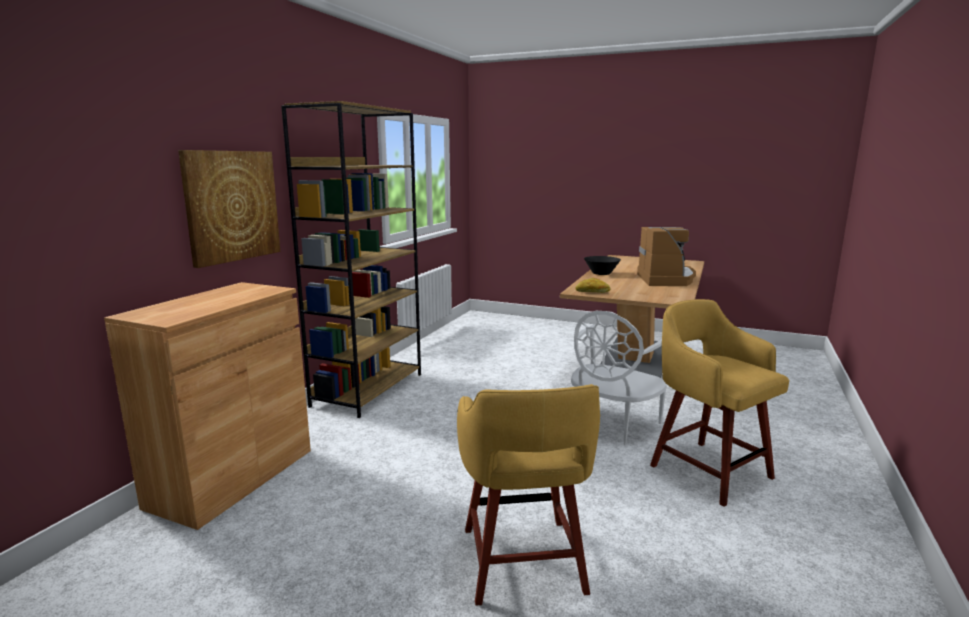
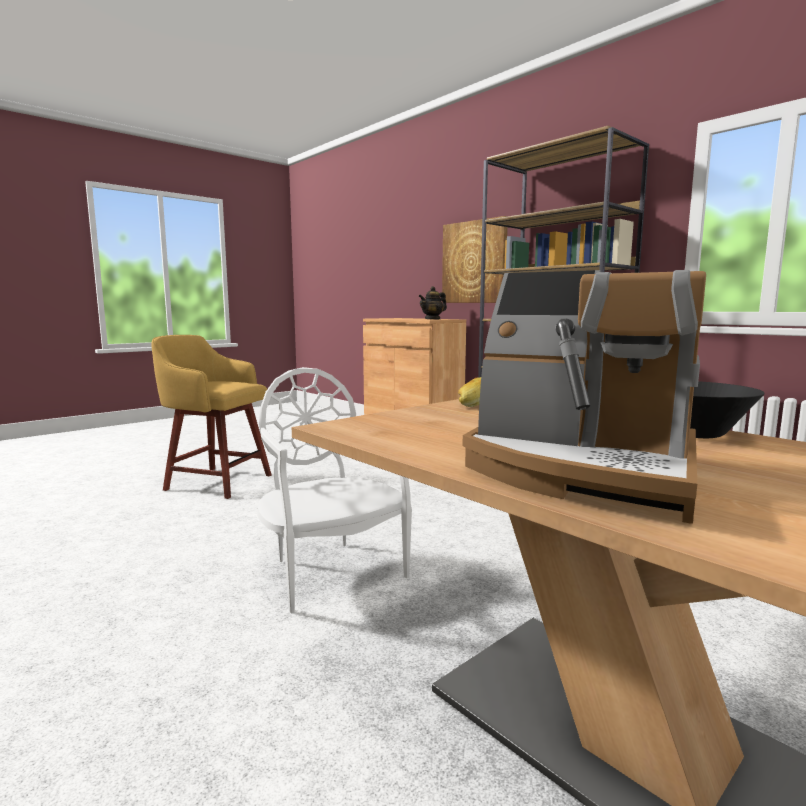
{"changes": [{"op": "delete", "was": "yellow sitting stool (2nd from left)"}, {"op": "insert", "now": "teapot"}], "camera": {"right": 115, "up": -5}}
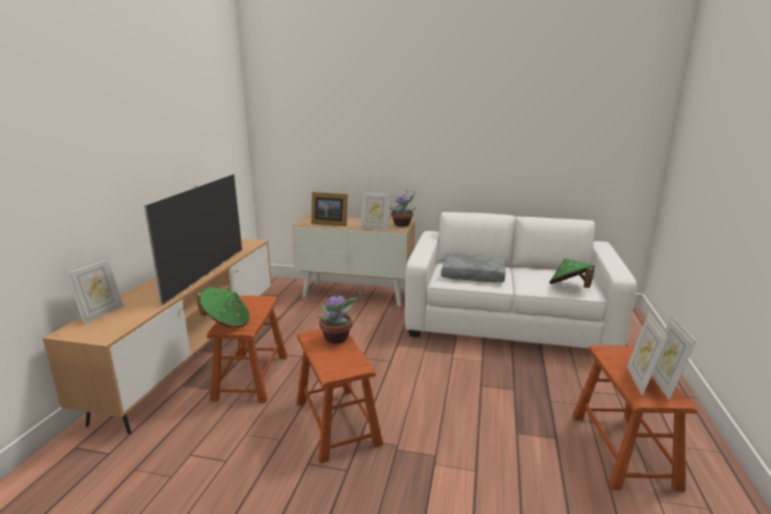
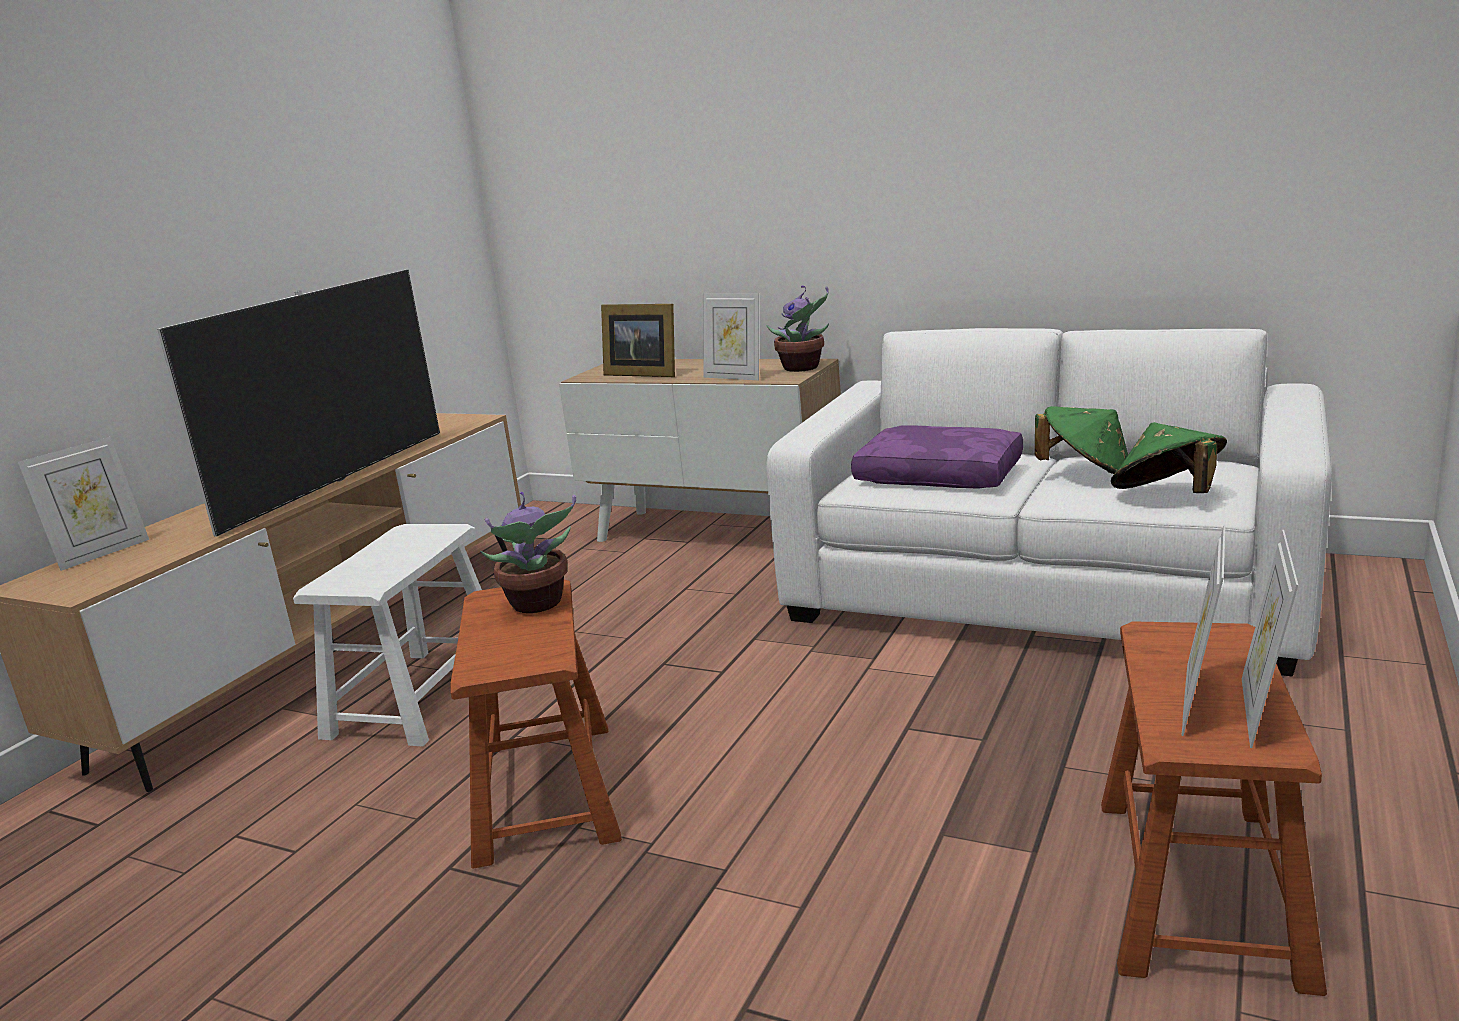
{"changes": [{"op": "recolor", "was": "grey pillow", "now": "purplish pillow"}, {"op": "move", "was": "green wearable hat (1st from left)"}, {"op": "recolor", "was": "brown sitting stool (1st from left)", "now": "whitish sitting stool"}], "camera": {"right": 15, "up": 0}}
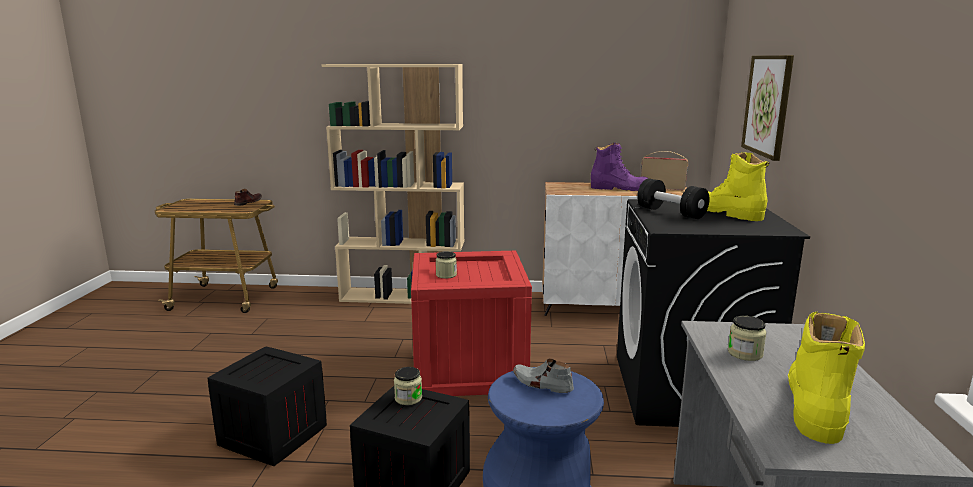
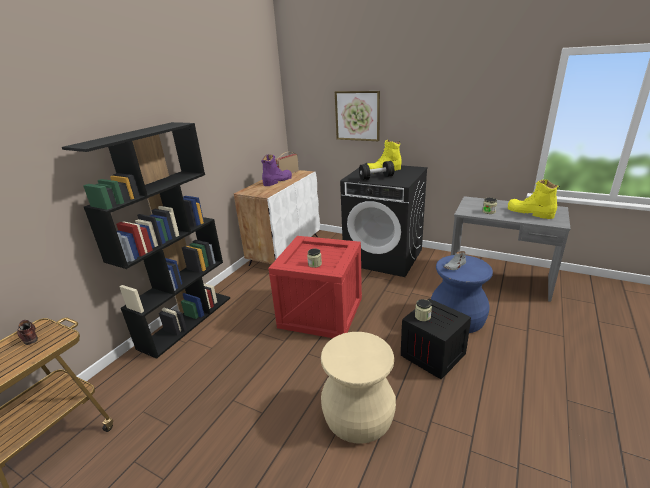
{"changes": [{"op": "recolor", "was": "beige shelving unit", "now": "black shelving unit"}, {"op": "replace", "was": "shipping crate (1st from left)", "now": "beige sitting stool"}], "camera": {"right": -65, "up": 10}}
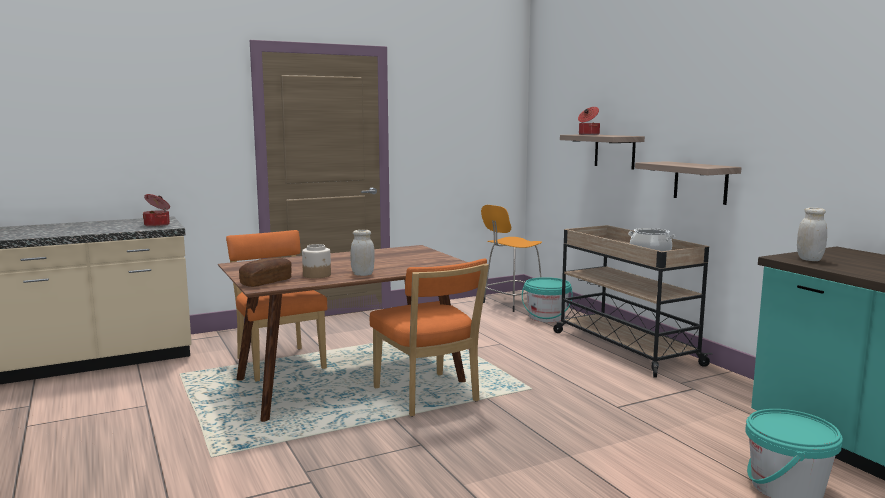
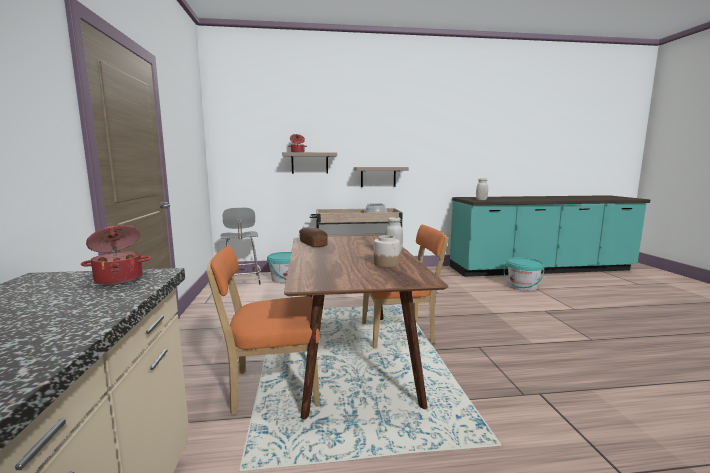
{"changes": [{"op": "recolor", "was": "orangey sitting stool", "now": "grey sitting stool"}, {"op": "move", "was": "bread"}], "camera": {"right": -70, "up": 0}}
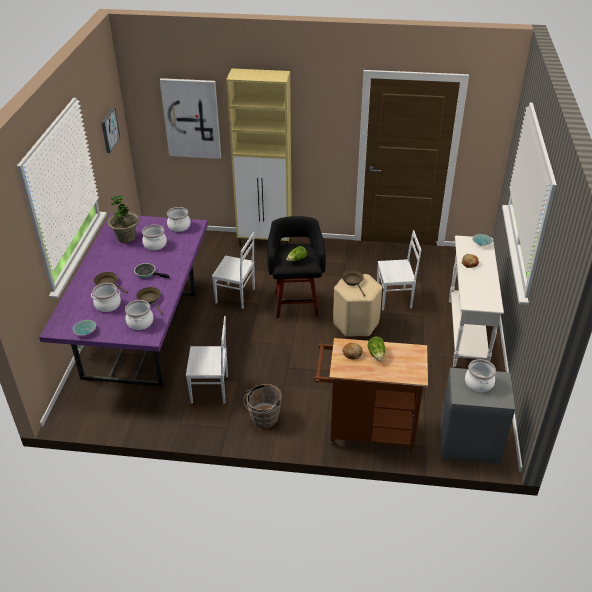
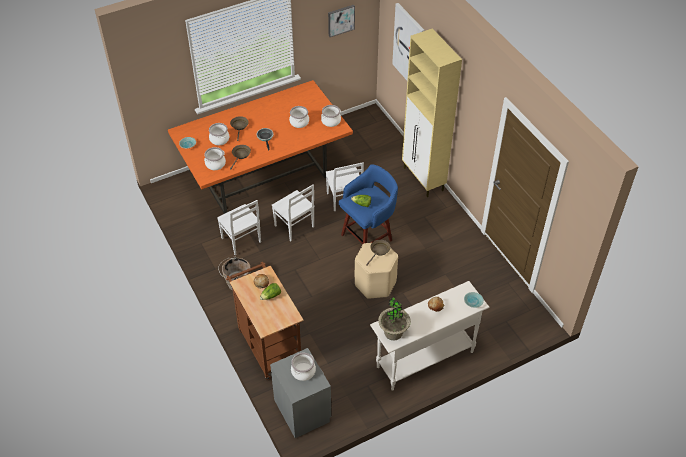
{"changes": [{"op": "move", "was": "plant in a pot"}, {"op": "recolor", "was": "purplish kitchen table", "now": "orangey kitchen table"}, {"op": "recolor", "was": "black sitting stool", "now": "bluish sitting stool"}, {"op": "move", "was": "whitish chair (3rd from left in the first image)", "now": "whitish chair (2nd from left)"}], "camera": {"right": 55, "up": 10}}
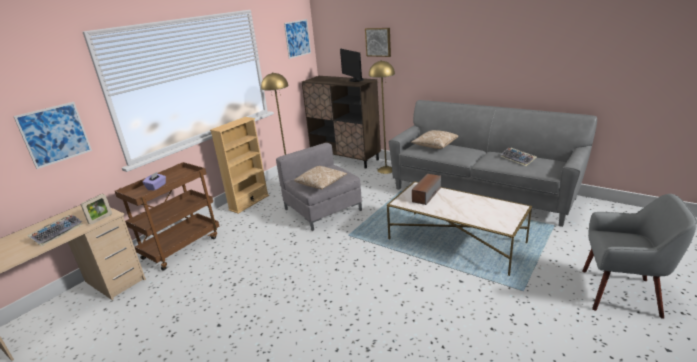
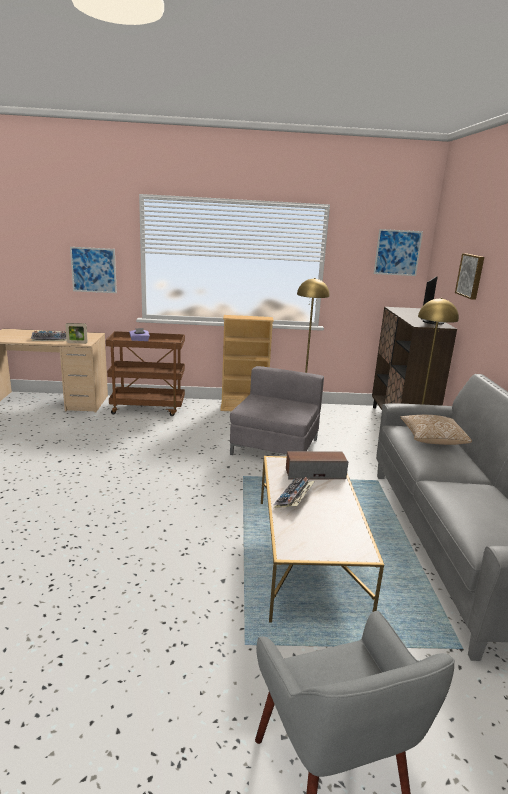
{"changes": [{"op": "move", "was": "computer keyboard (2nd from left)"}, {"op": "delete", "was": "pillow (1st from left)"}], "camera": {"right": 50, "up": -5}}
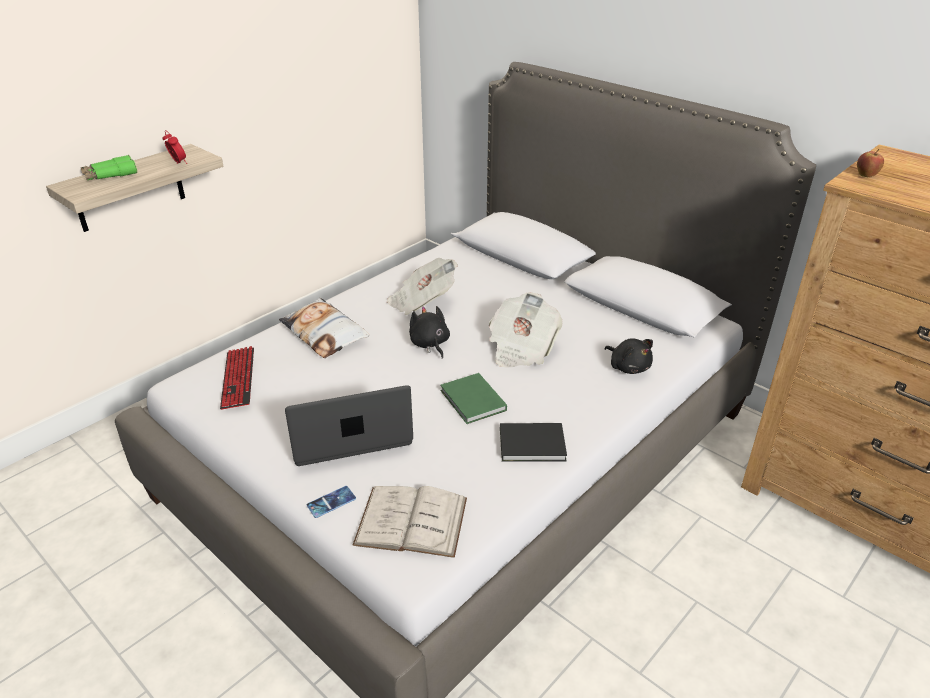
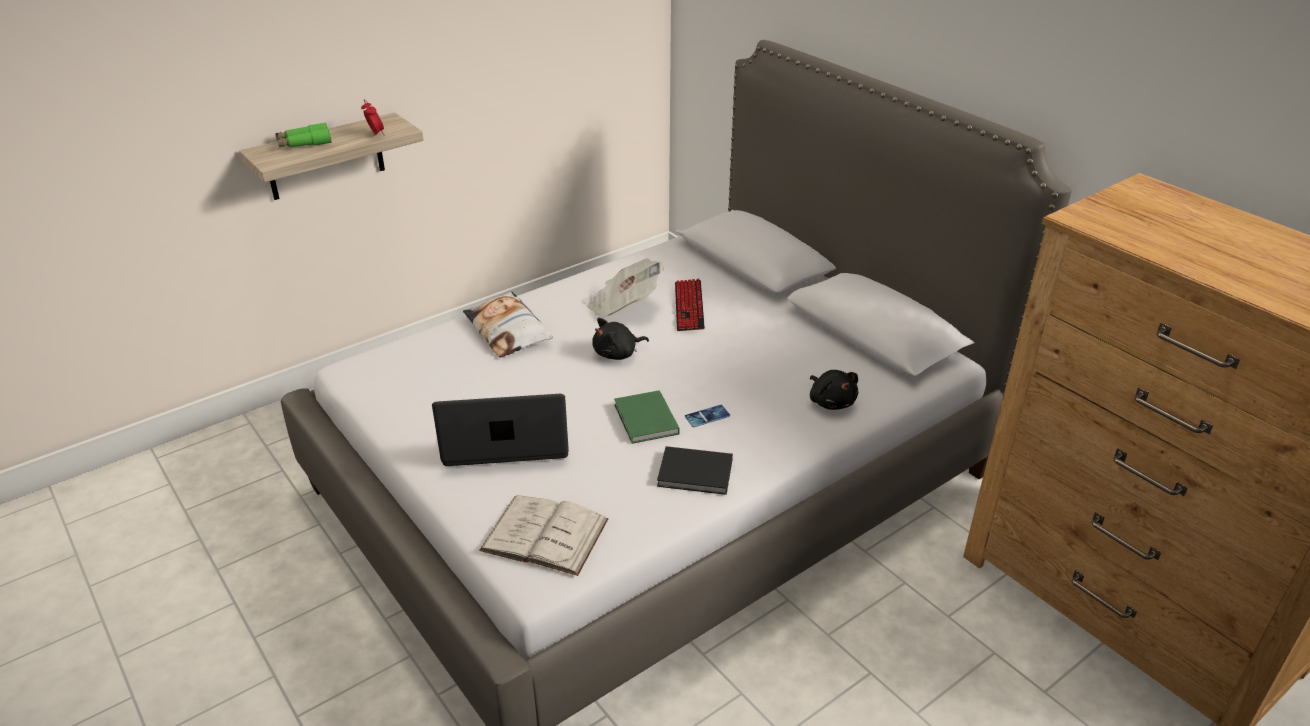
{"changes": [{"op": "delete", "was": "apple"}, {"op": "delete", "was": "newspaper (2nd from left)"}, {"op": "rotate", "was": "black soft toy (1st from left)", "clockwise": -105}, {"op": "move", "was": "computer keyboard"}, {"op": "move", "was": "phone"}], "camera": {"right": 10, "up": 0}}
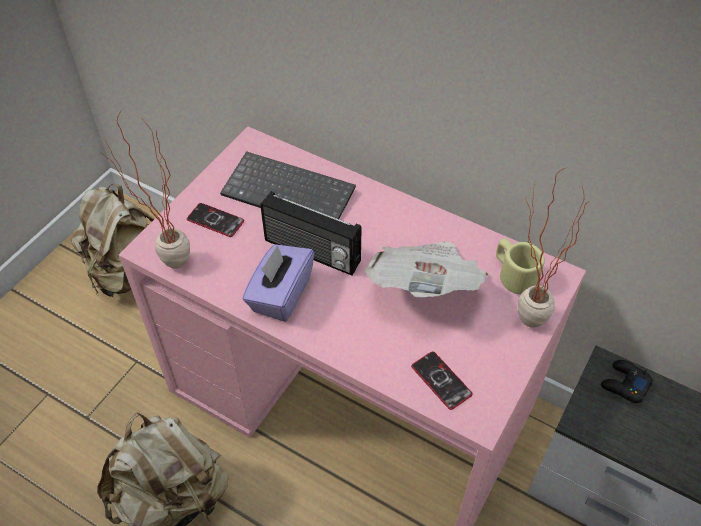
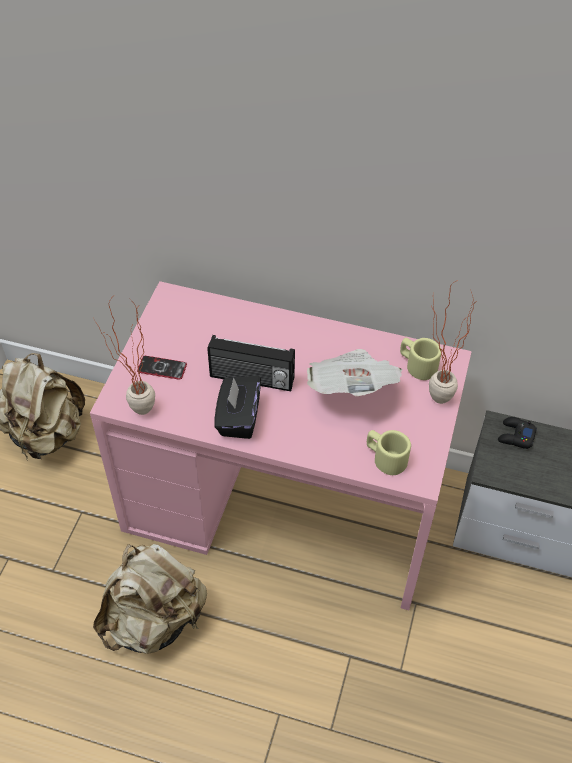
{"changes": [{"op": "delete", "was": "computer keyboard"}, {"op": "recolor", "was": "purplish box of tissues", "now": "black box of tissues"}, {"op": "replace", "was": "phone (2nd from left)", "now": "beige tea mug (1st from left)"}], "camera": {"right": -15, "up": 0}}
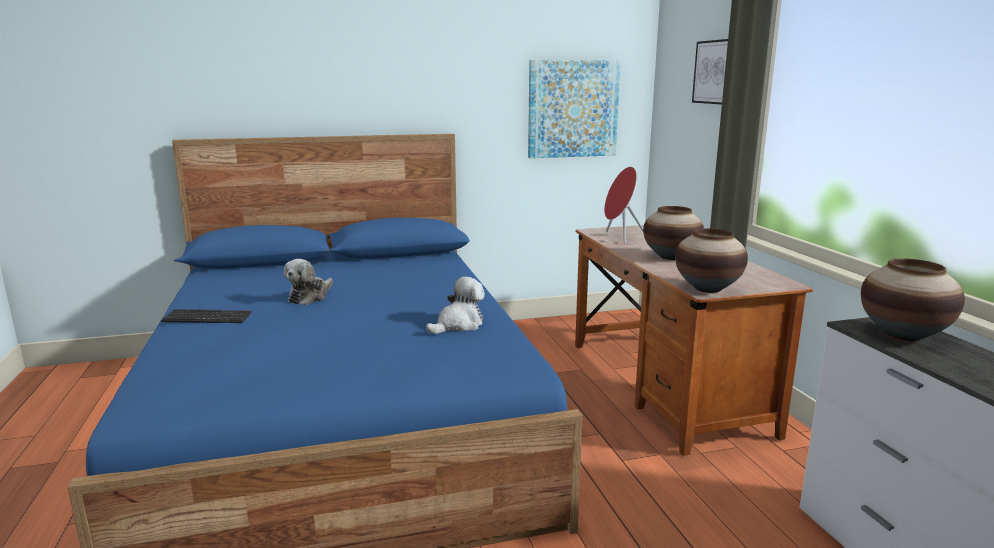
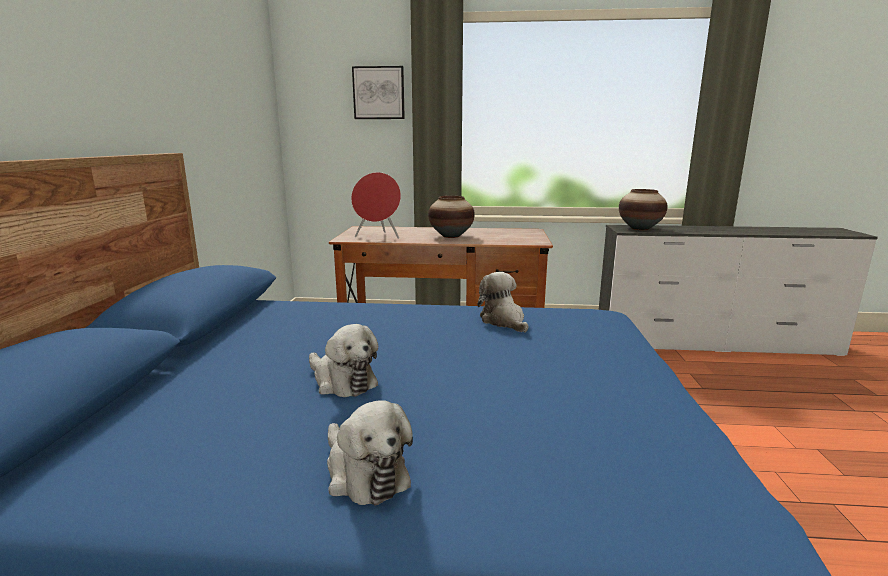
{"changes": [{"op": "delete", "was": "wall art (1st from left)"}, {"op": "delete", "was": "decorative vase (2nd from left)"}, {"op": "replace", "was": "computer keyboard", "now": "soft toy (2nd from left)"}], "camera": {"right": -70, "up": 0}}
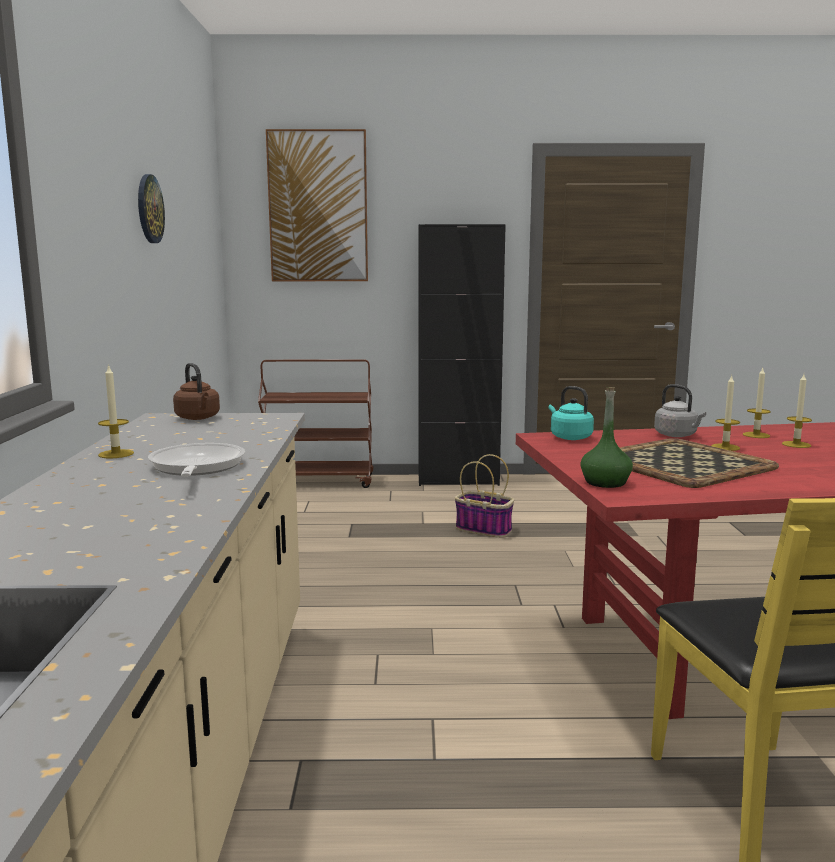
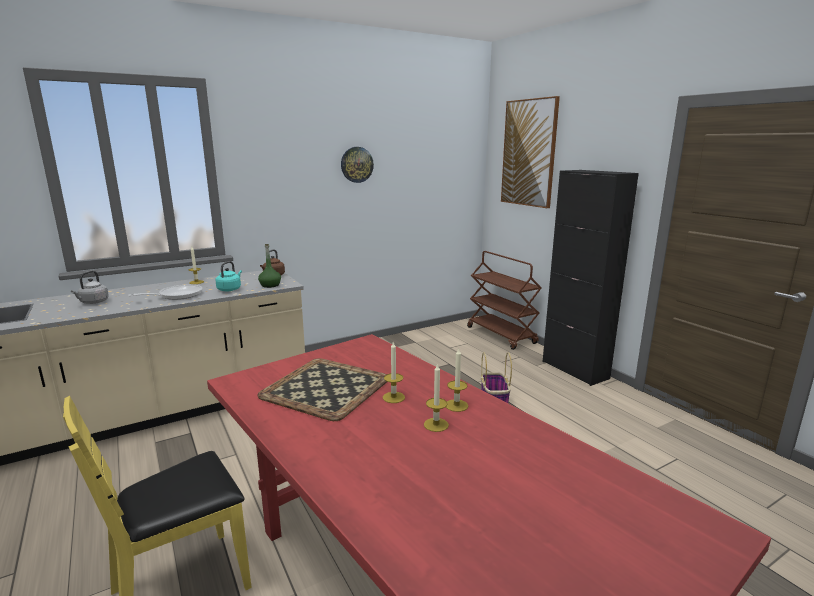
{"changes": [{"op": "move", "was": "grey tea kettle"}, {"op": "move", "was": "turquoise tea kettle"}, {"op": "move", "was": "green beverage bottle"}], "camera": {"right": 60, "up": 5}}
